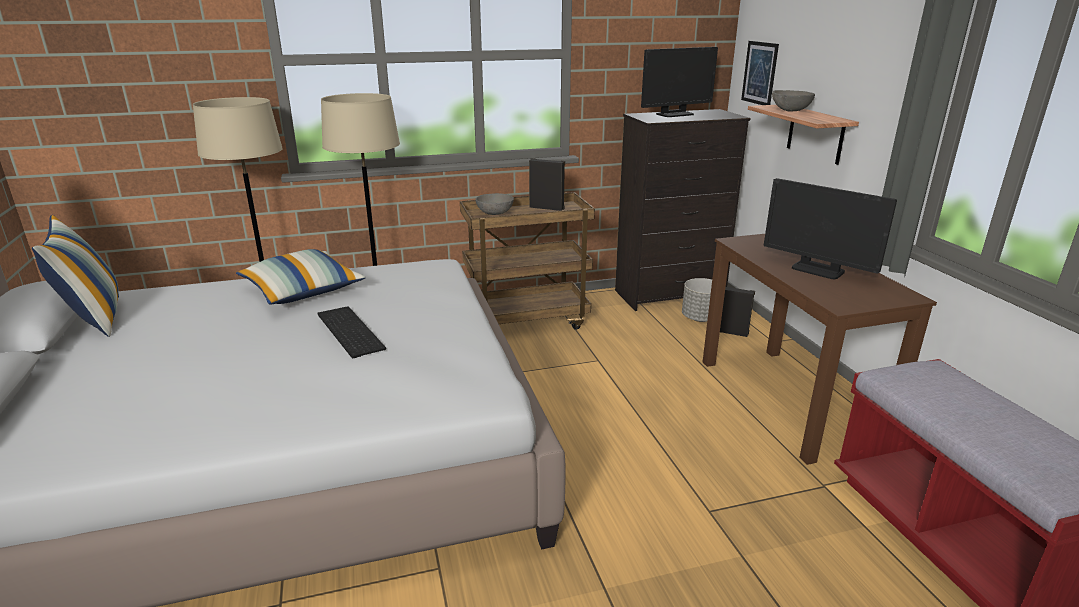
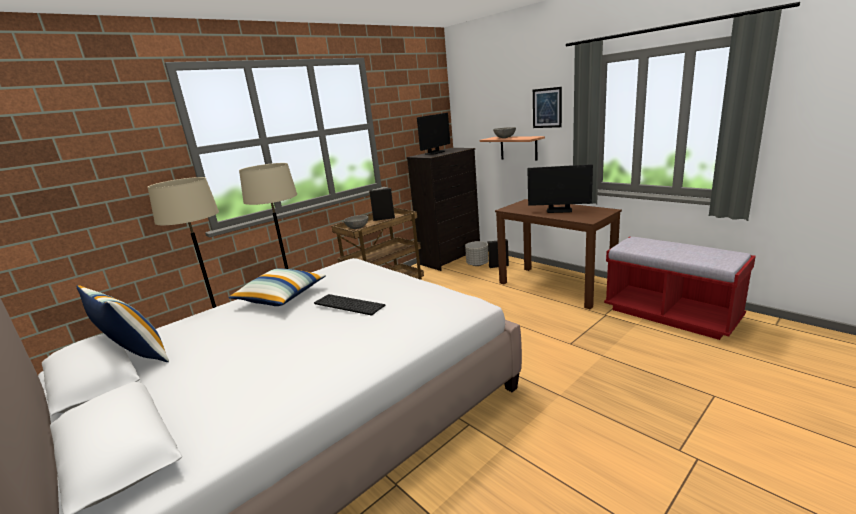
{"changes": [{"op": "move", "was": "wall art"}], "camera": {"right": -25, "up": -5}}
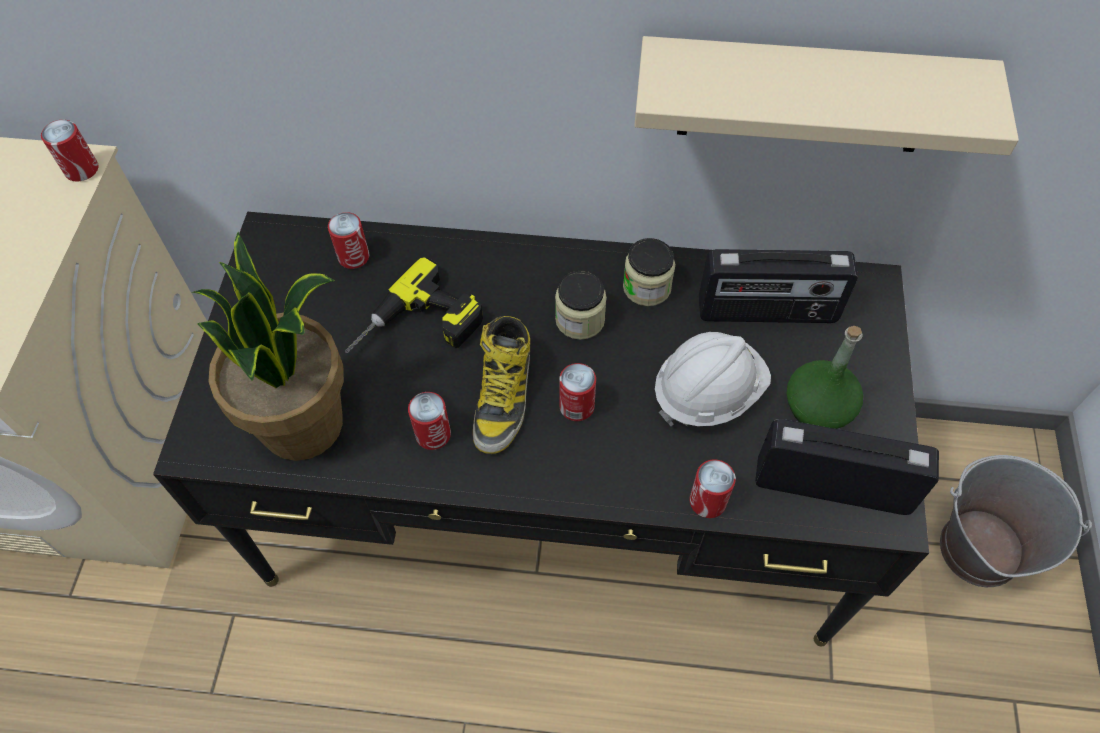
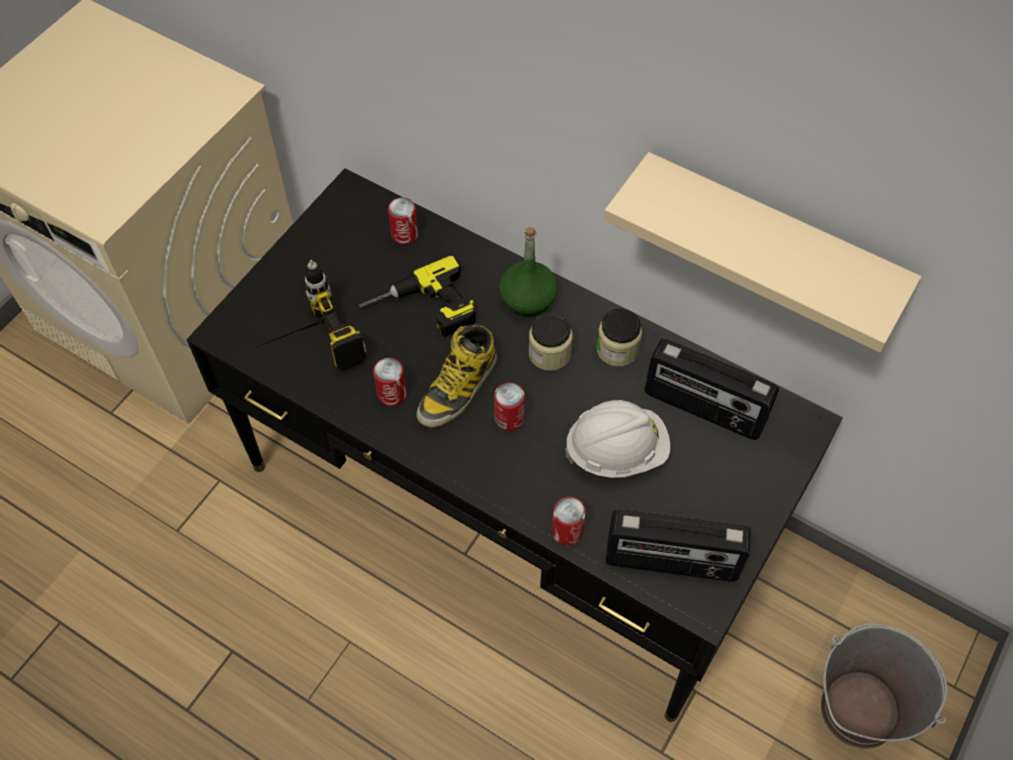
{"changes": [{"op": "delete", "was": "sealed can (1st from left)"}, {"op": "replace", "was": "plant in a pot", "now": "electric drill (1st from left)"}, {"op": "move", "was": "green beverage bottle"}, {"op": "rotate", "was": "radio receiver (2nd from left in the first image)", "clockwise": 150}], "camera": {"right": 25, "up": 0}}
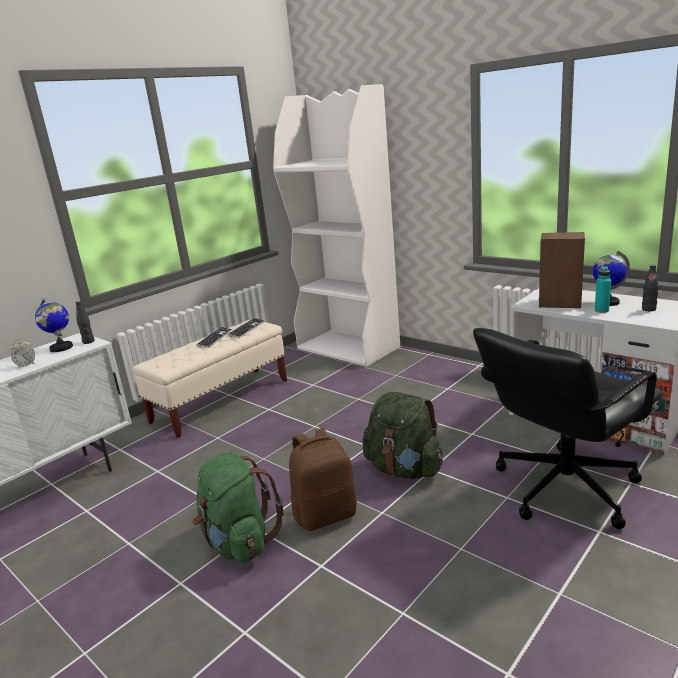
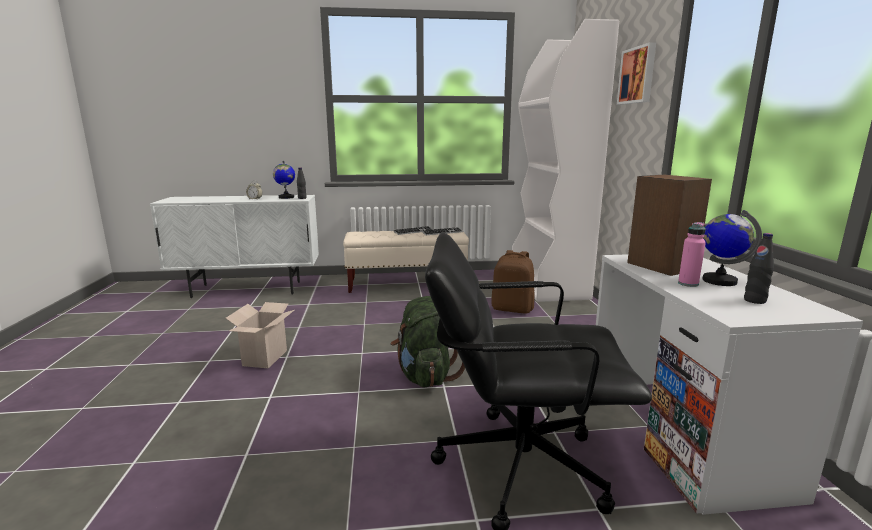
{"changes": [{"op": "recolor", "was": "turquoise beverage bottle", "now": "pink-coloured beverage bottle"}, {"op": "move", "was": "brown backpack"}, {"op": "replace", "was": "green backpack (1st from left)", "now": "carton"}, {"op": "insert", "now": "wall art"}], "camera": {"right": 40, "up": -5}}
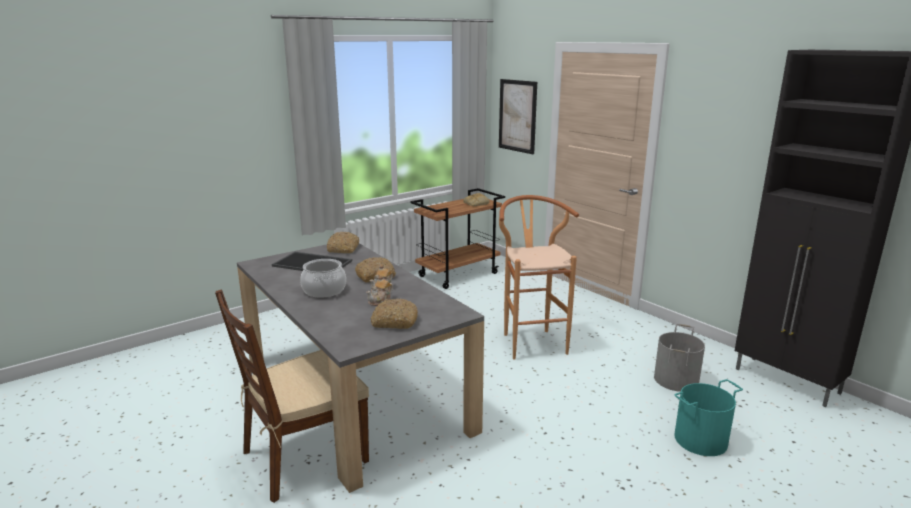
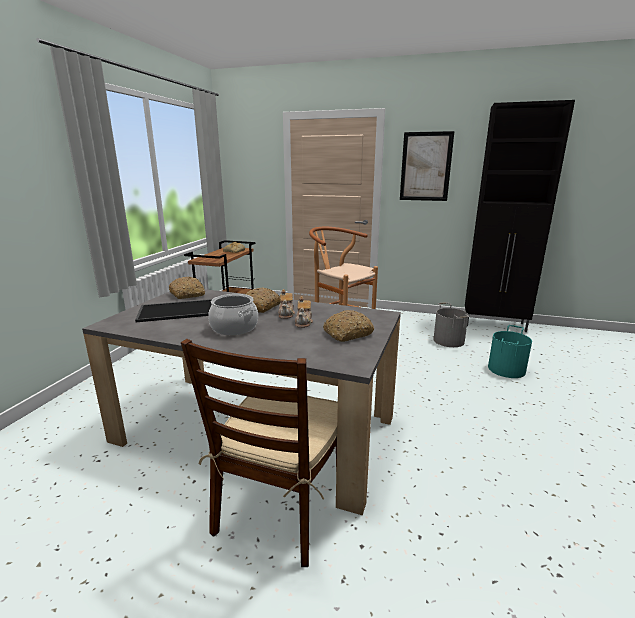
{"changes": [{"op": "move", "was": "wall art"}], "camera": {"right": -35, "up": 0}}
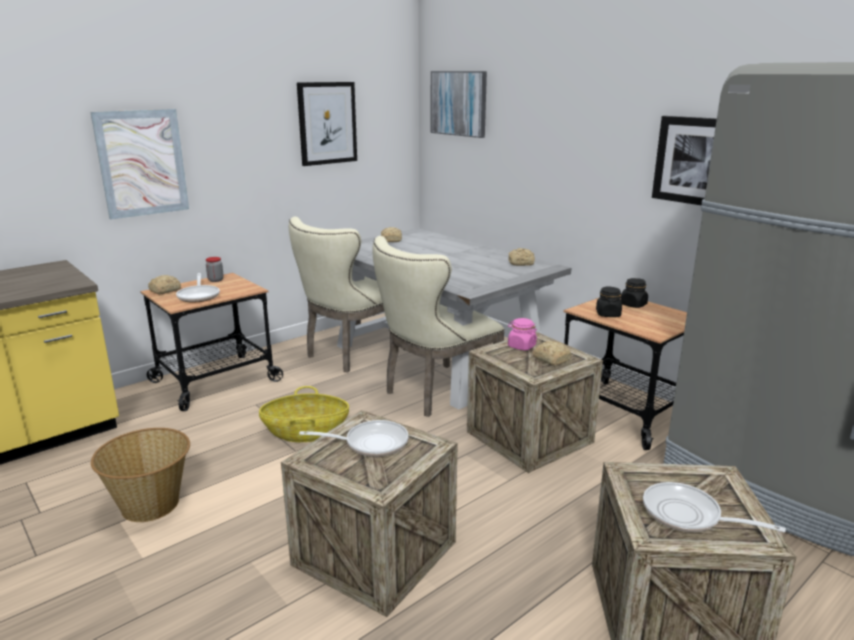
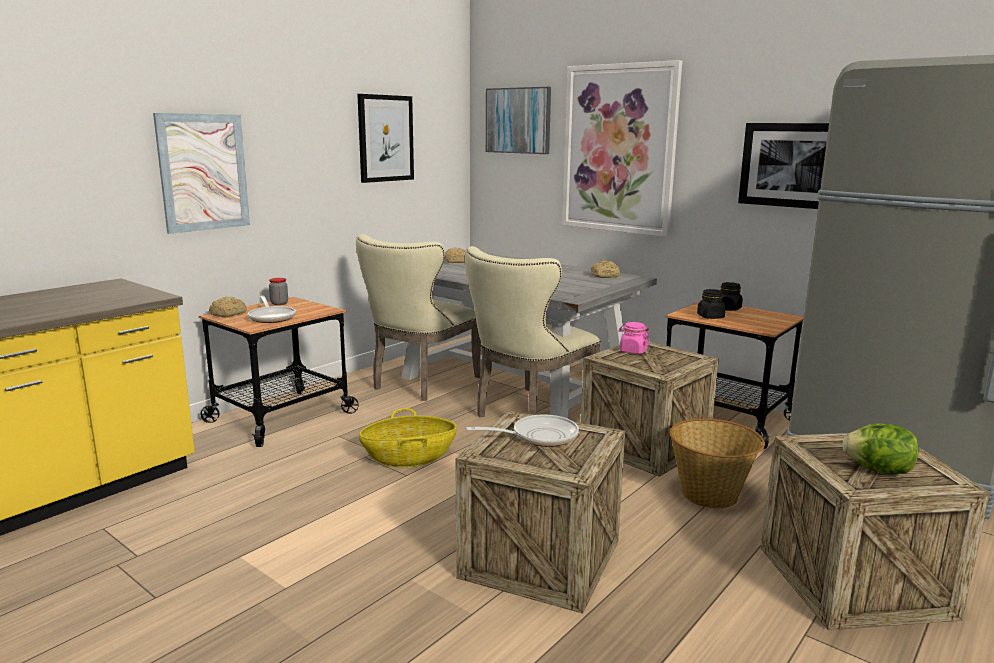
{"changes": [{"op": "delete", "was": "bread (4th from left)"}, {"op": "move", "was": "basket (1st from left in the first image)", "now": "basket (2nd from left)"}, {"op": "replace", "was": "pan (3rd from left)", "now": "head of lettuce"}, {"op": "insert", "now": "wall art (4th from left)"}], "camera": {"right": -10, "up": -5}}
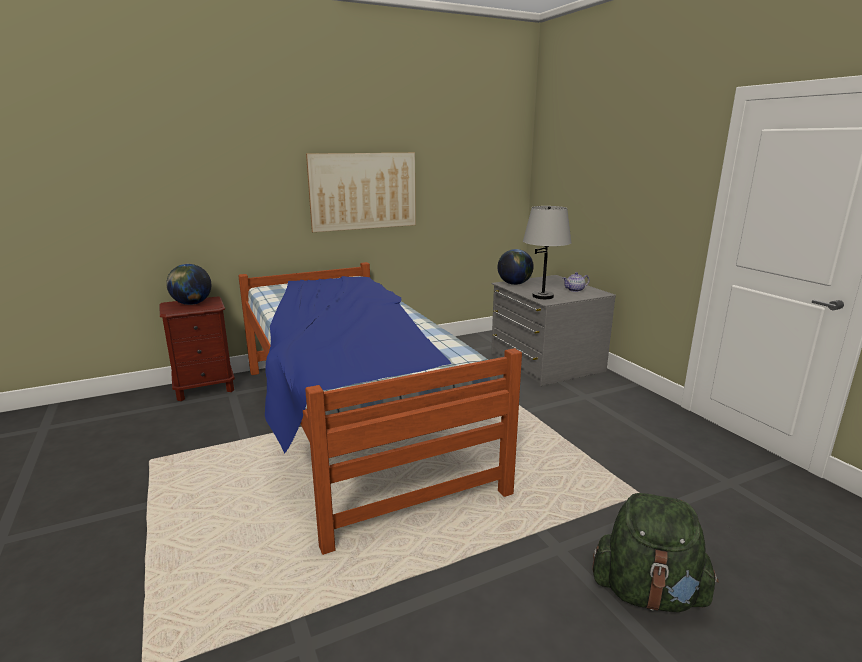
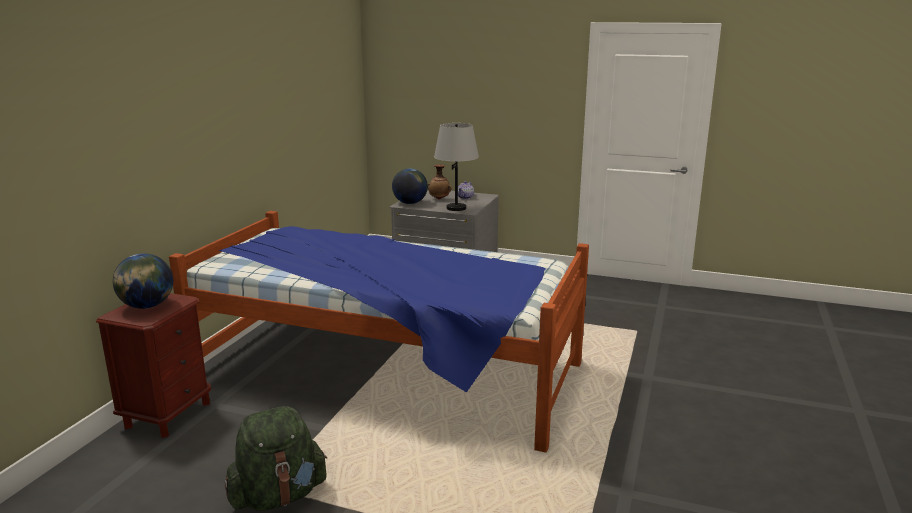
{"changes": [{"op": "delete", "was": "wall art"}, {"op": "move", "was": "green backpack"}, {"op": "insert", "now": "decorative vase"}], "camera": {"right": -45, "up": 0}}
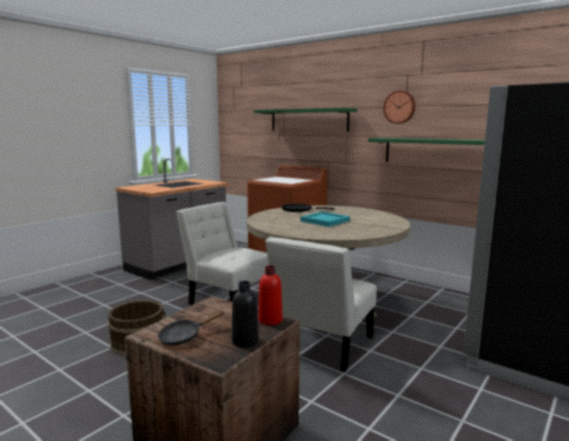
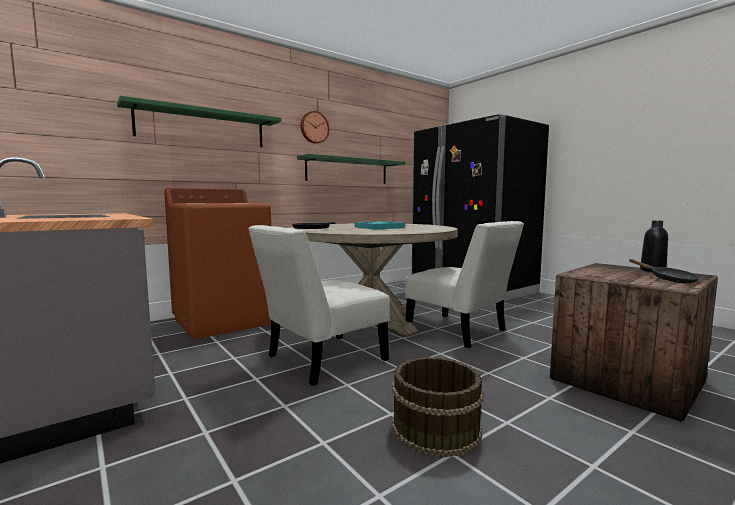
{"changes": [{"op": "delete", "was": "reddish beverage bottle"}], "camera": {"right": -75, "up": -5}}
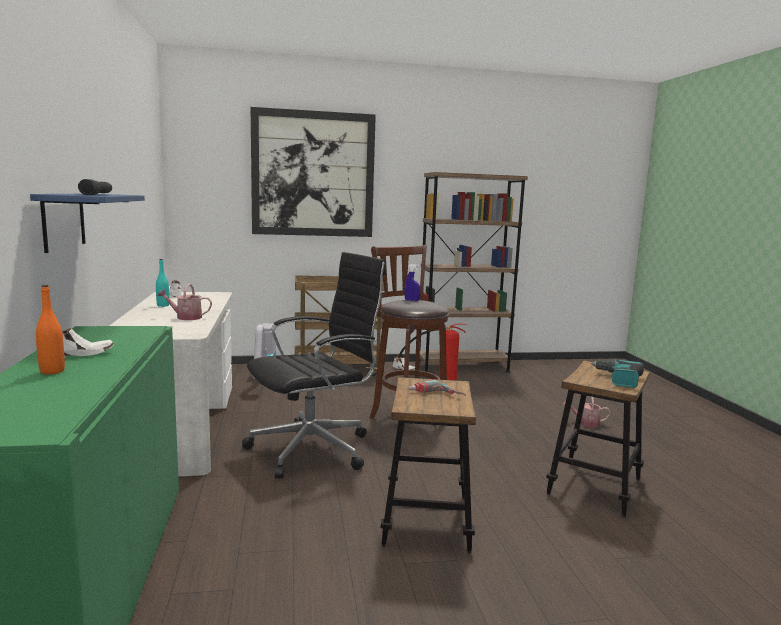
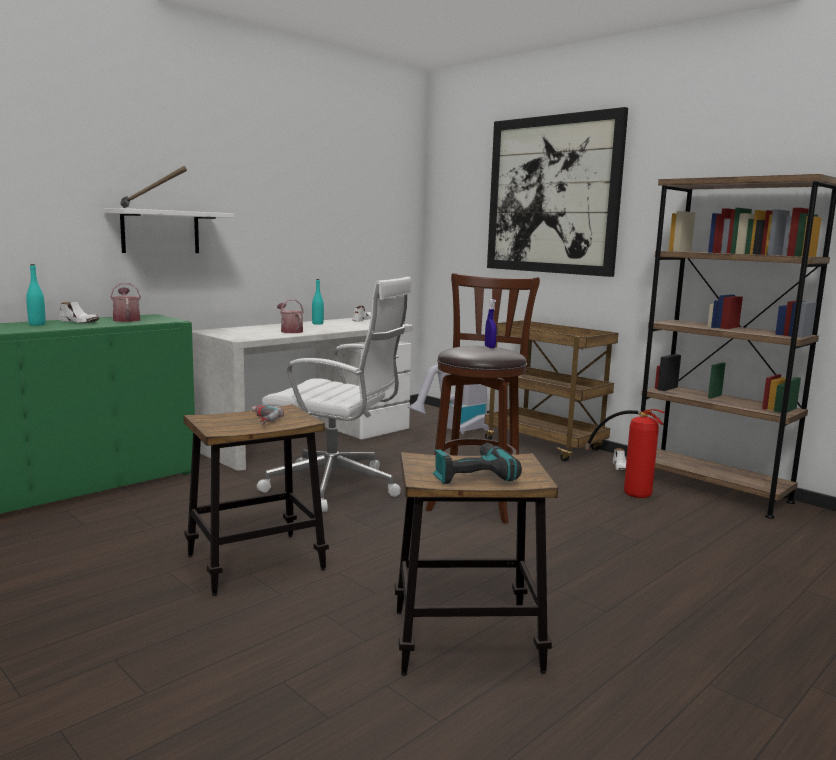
{"changes": [{"op": "replace", "was": "black flashlight", "now": "tool hammer"}, {"op": "recolor", "was": "bluish shelf", "now": "whitish shelf"}, {"op": "recolor", "was": "black computer chair", "now": "whitish computer chair"}, {"op": "recolor", "was": "orangey beverage bottle", "now": "turquoise beverage bottle (1st from left)"}, {"op": "move", "was": "watering pot (2nd from left in the first image)", "now": "watering pot (1st from left)"}], "camera": {"right": 55, "up": 0}}
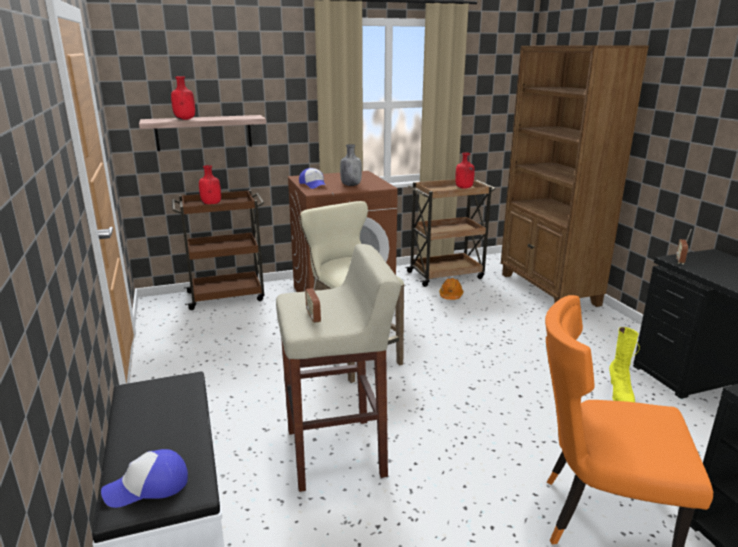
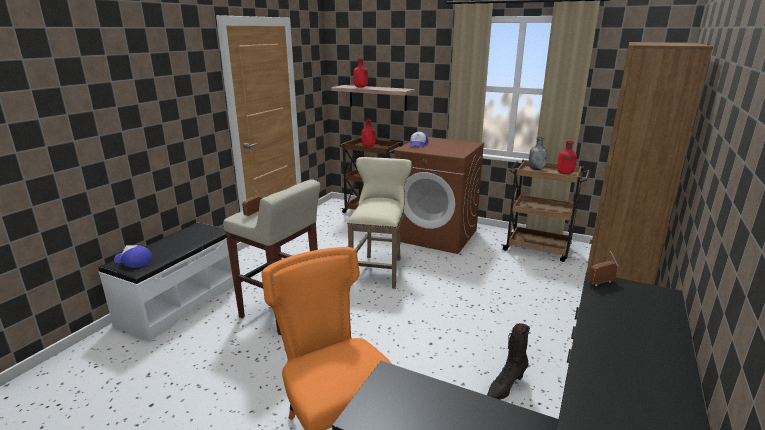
{"changes": [{"op": "move", "was": "grey beverage bottle"}, {"op": "delete", "was": "orangey hard hat"}, {"op": "recolor", "was": "yellow high-top boot", "now": "black high-top boot"}], "camera": {"right": 45, "up": 0}}
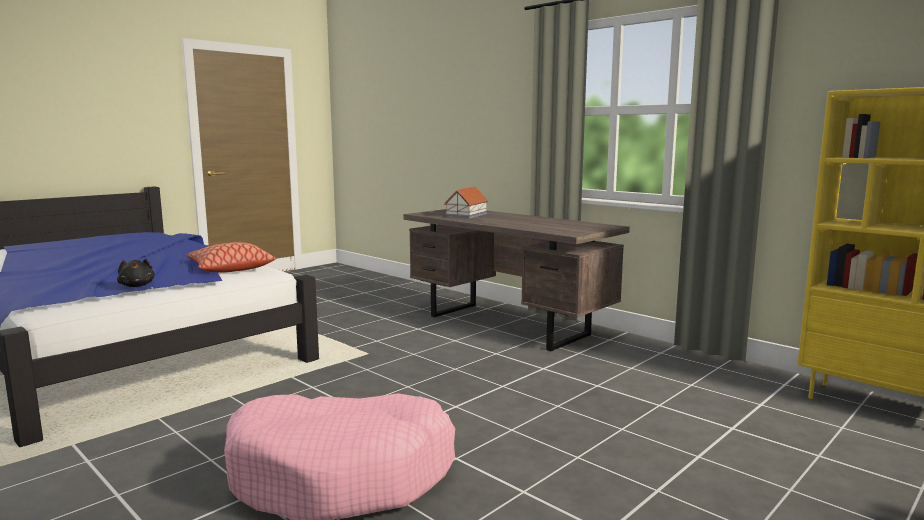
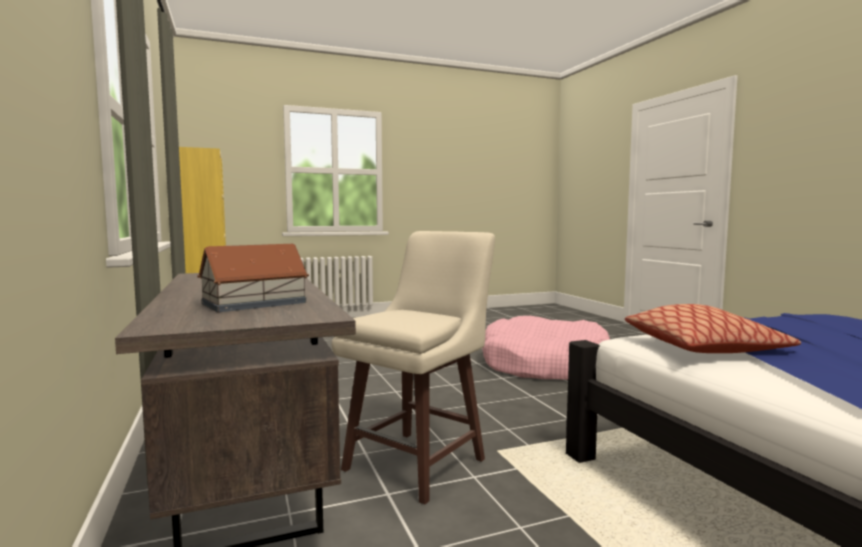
{"changes": [{"op": "delete", "was": "black soft toy"}, {"op": "insert", "now": "beige sitting stool"}], "camera": {"right": -155, "up": -5}}
